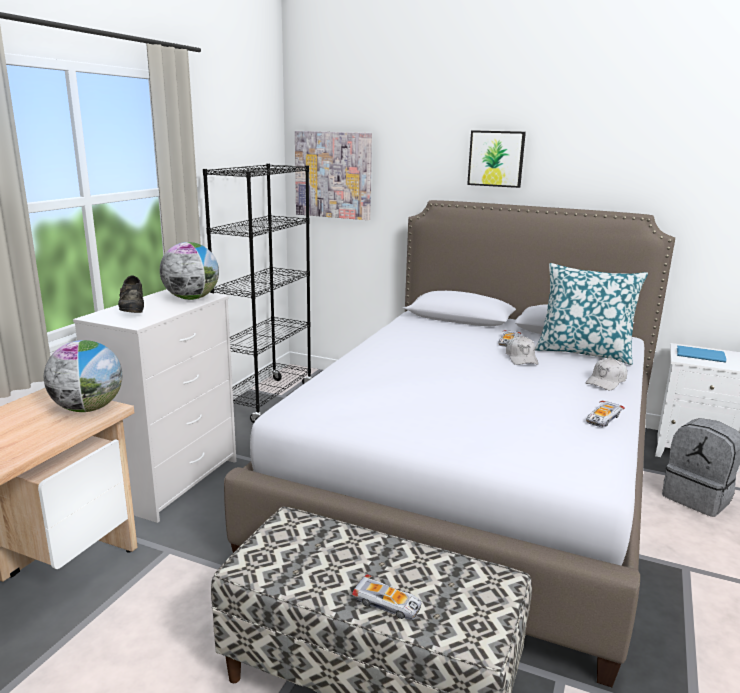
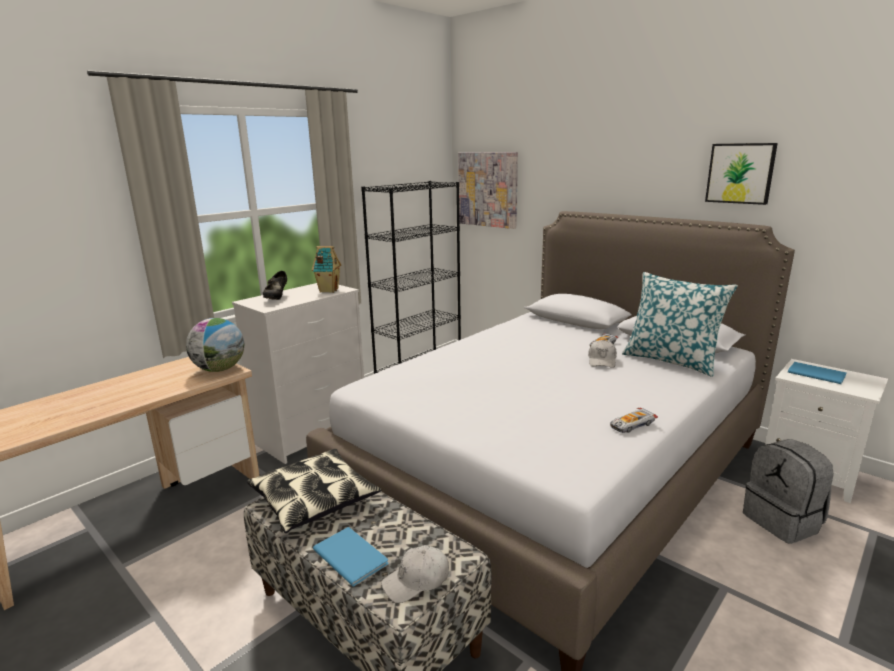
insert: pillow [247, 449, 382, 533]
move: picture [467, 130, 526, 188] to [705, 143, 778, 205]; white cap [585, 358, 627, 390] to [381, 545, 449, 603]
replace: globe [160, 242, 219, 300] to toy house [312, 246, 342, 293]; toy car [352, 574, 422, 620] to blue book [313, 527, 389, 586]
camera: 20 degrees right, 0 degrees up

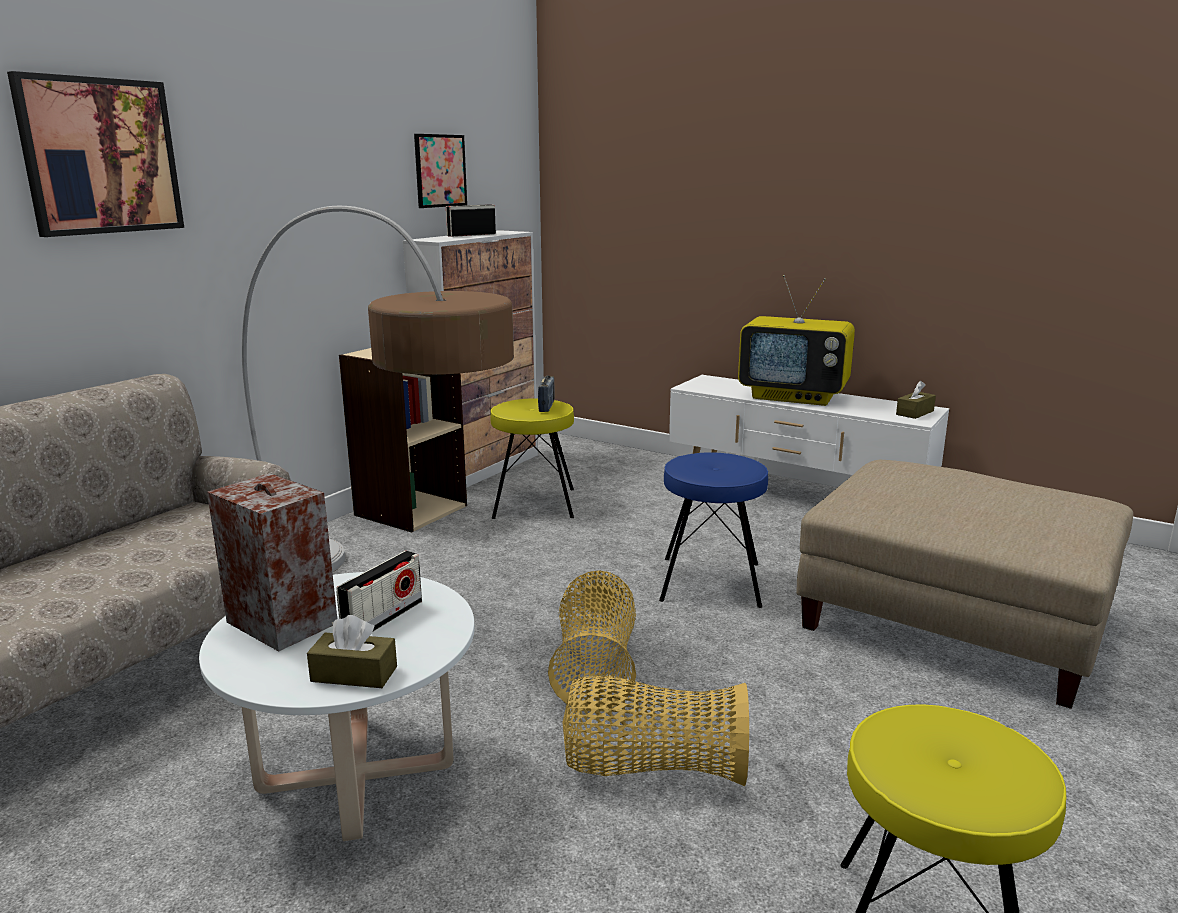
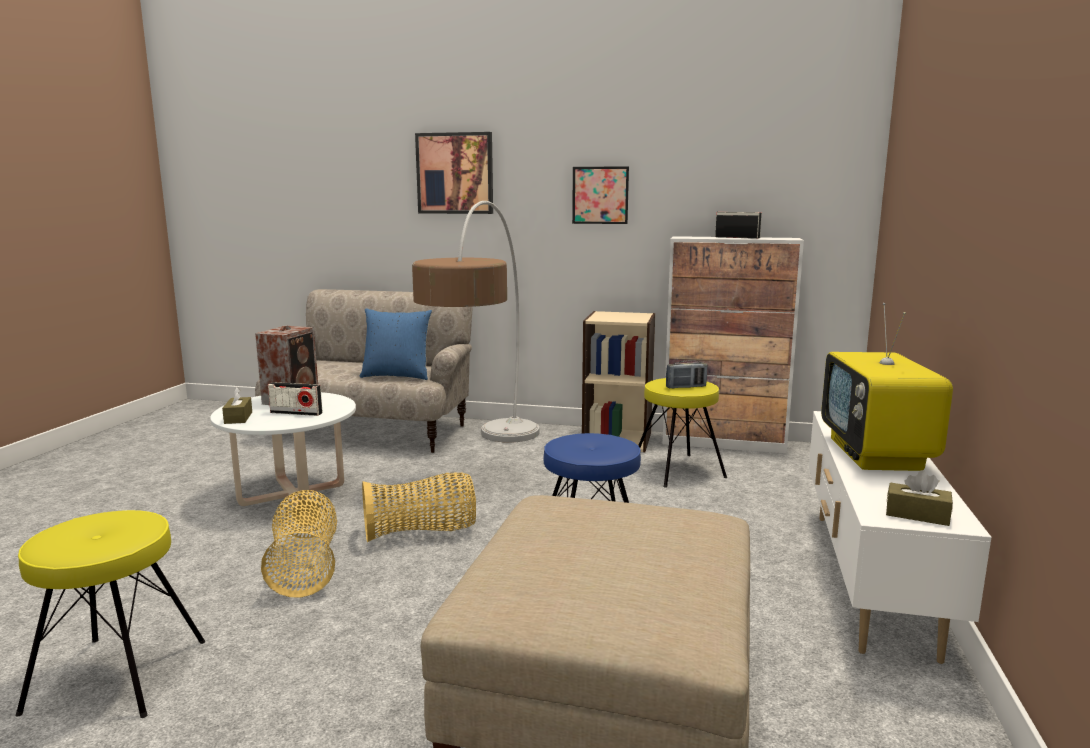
insert: blue pillow [360, 308, 432, 380]
move: picture [414, 134, 467, 208] to [572, 166, 629, 224]
camera: 70 degrees right, 5 degrees down

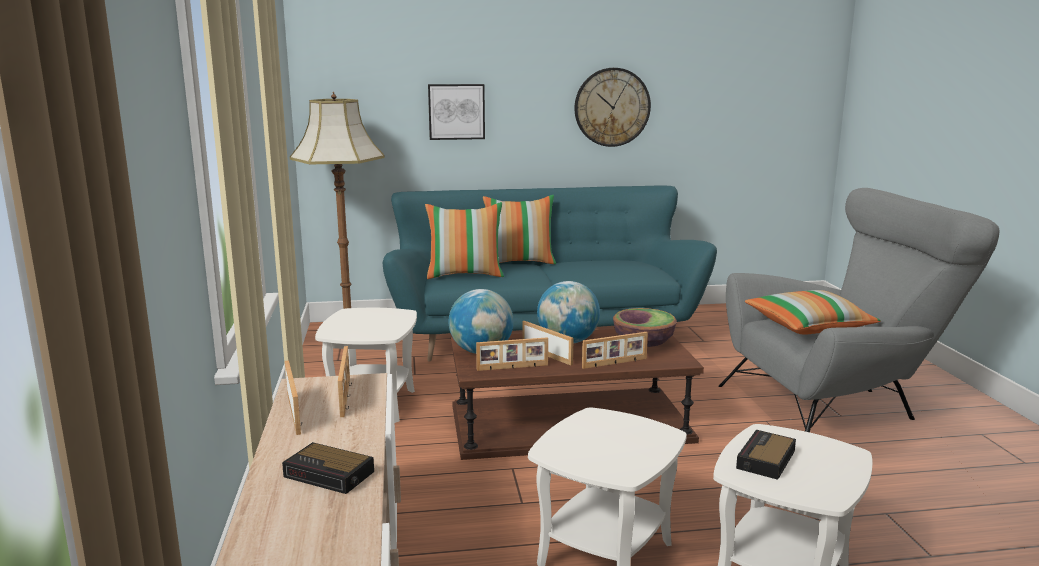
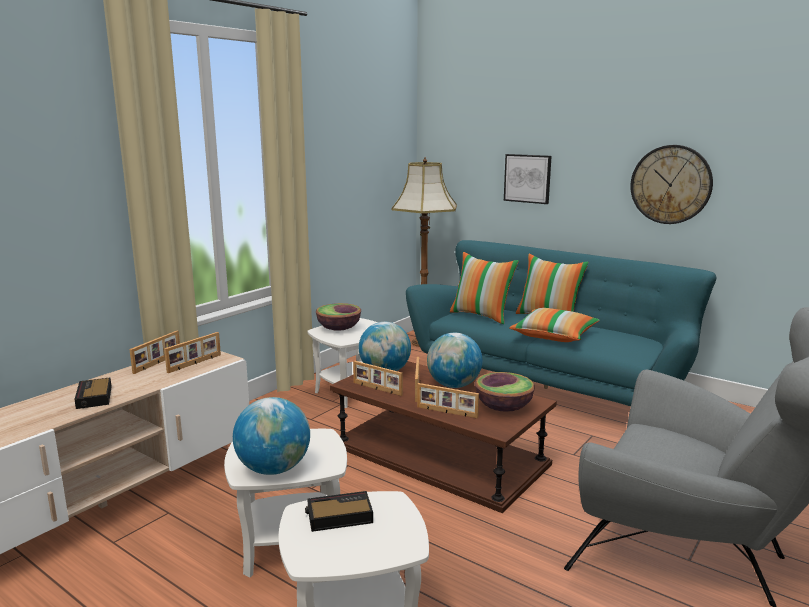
insert: bowl [316, 303, 361, 331]; globe [233, 397, 310, 475]
move: pillow [745, 290, 881, 335] to [509, 308, 600, 342]
camera: 45 degrees right, 0 degrees up

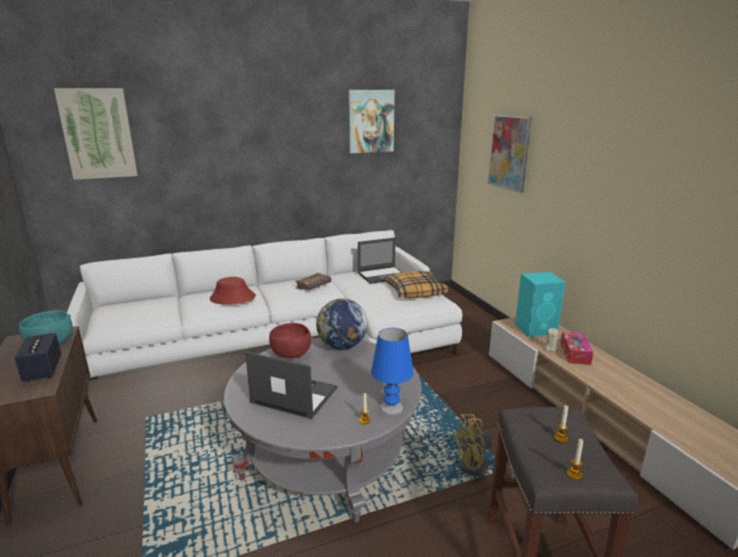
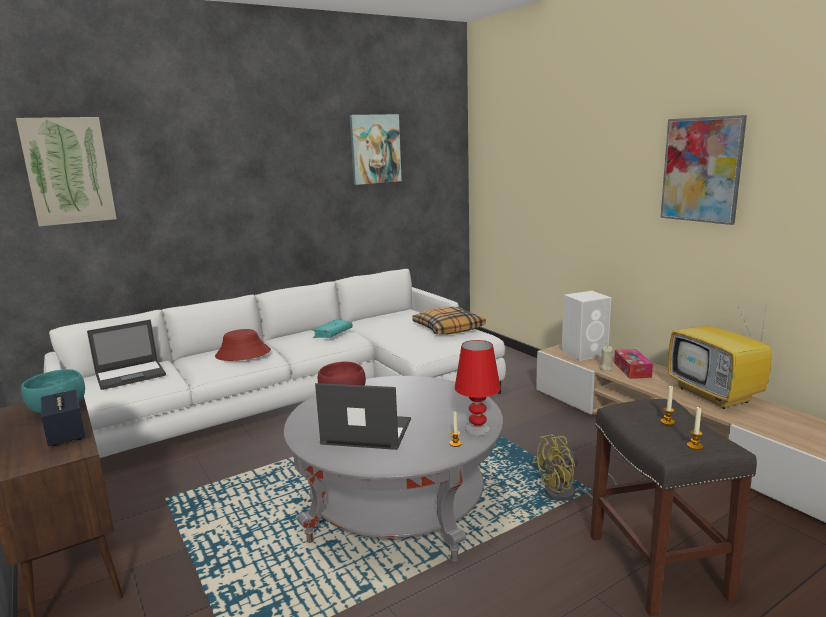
delete: globe [316, 299, 368, 350]
insert: television [668, 294, 772, 409]
move: picture [488, 114, 532, 193] to [660, 115, 747, 225]; laptop [358, 238, 401, 284] to [87, 319, 166, 390]
recolor: turquoise speaker [515, 272, 565, 337] to white speaker [562, 291, 611, 361]; brown book [295, 273, 331, 291] to turquoise book [312, 319, 353, 338]; blue table lamp [371, 328, 414, 415] to red table lamp [455, 340, 501, 436]
camera: 10 degrees left, 5 degrees down

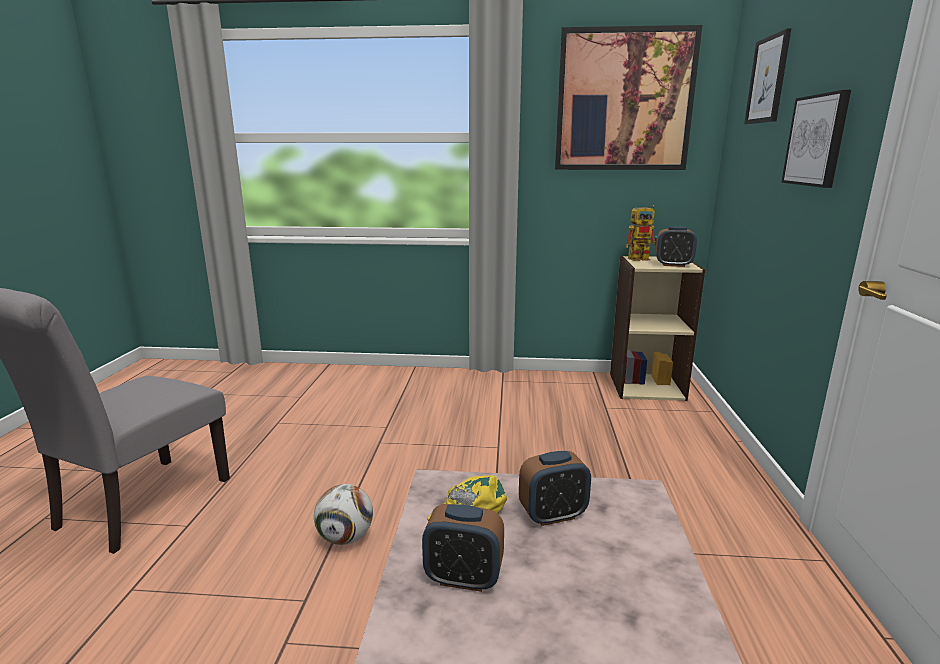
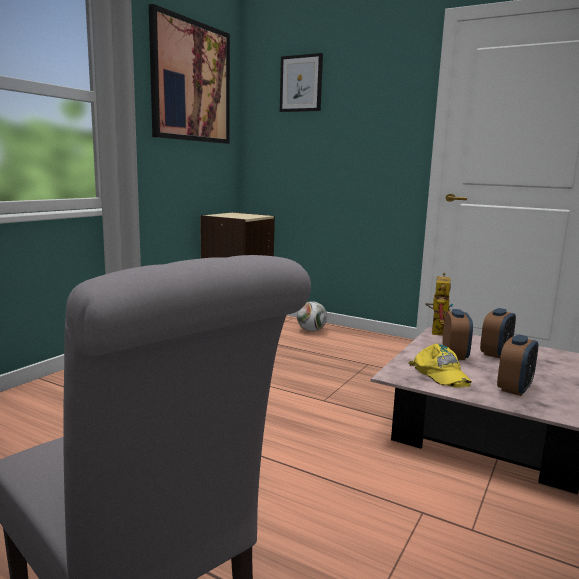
delete: picture [781, 90, 851, 188]
move: toy robot [625, 205, 657, 261] to [425, 273, 453, 336]; alarm clock [655, 226, 697, 267] to [480, 308, 516, 358]; football [314, 484, 373, 545] to [297, 301, 327, 332]
camera: 65 degrees left, 5 degrees down

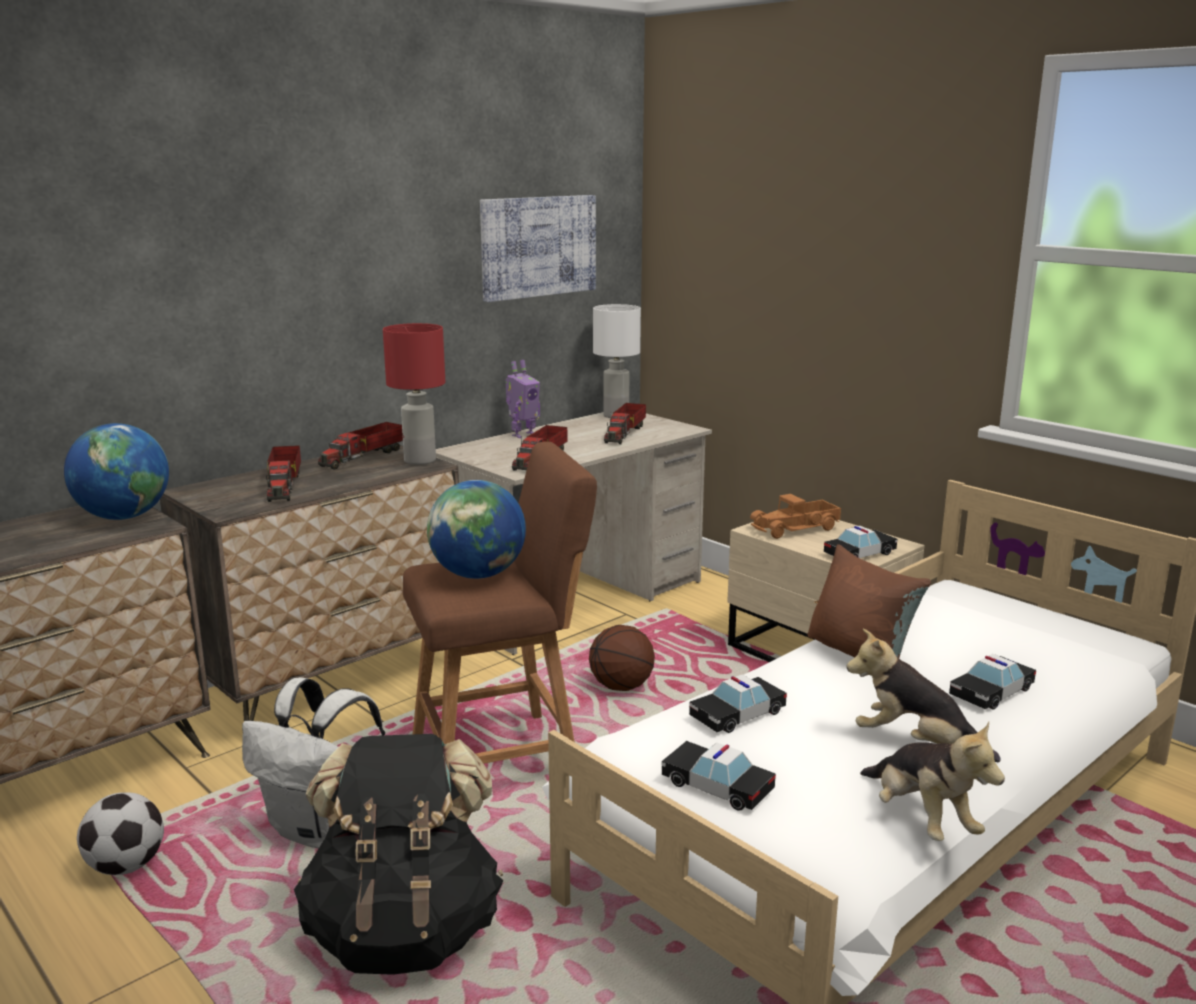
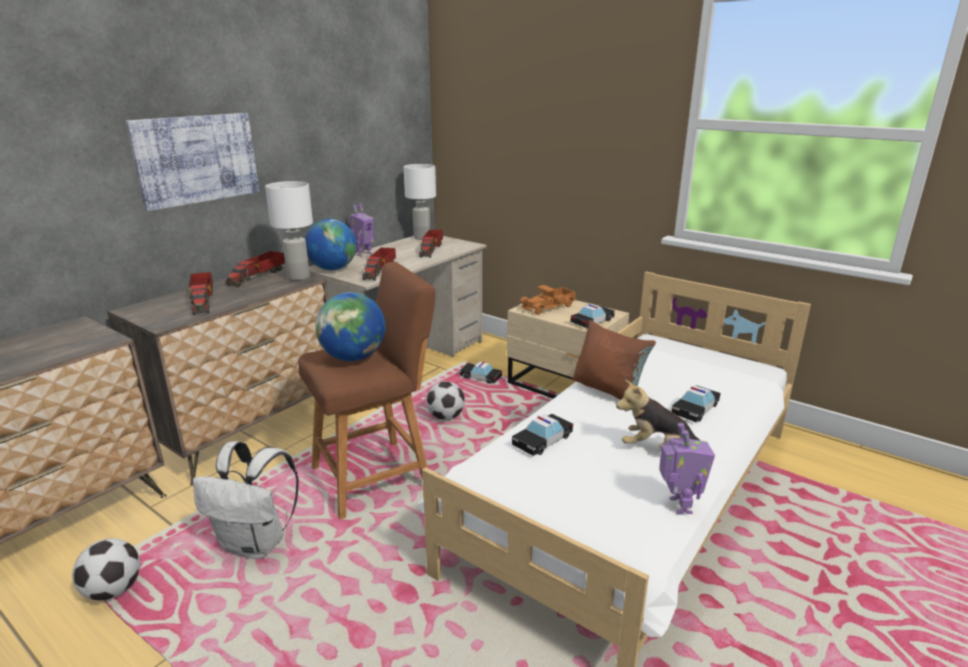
delete: black backpack [294, 734, 503, 975]
move: picture [480, 195, 596, 302] to [125, 113, 259, 211]; globe [64, 423, 169, 520] to [305, 219, 357, 270]; toy car [662, 741, 776, 811] to [460, 362, 502, 384]
replace: basketball [589, 625, 655, 691] to football [426, 381, 465, 420]; plush toy [860, 722, 1005, 841] to toy robot [659, 423, 715, 514]
recolor: red table lamp [383, 323, 445, 465] to white table lamp [265, 181, 313, 281]
camera: 10 degrees left, 5 degrees up

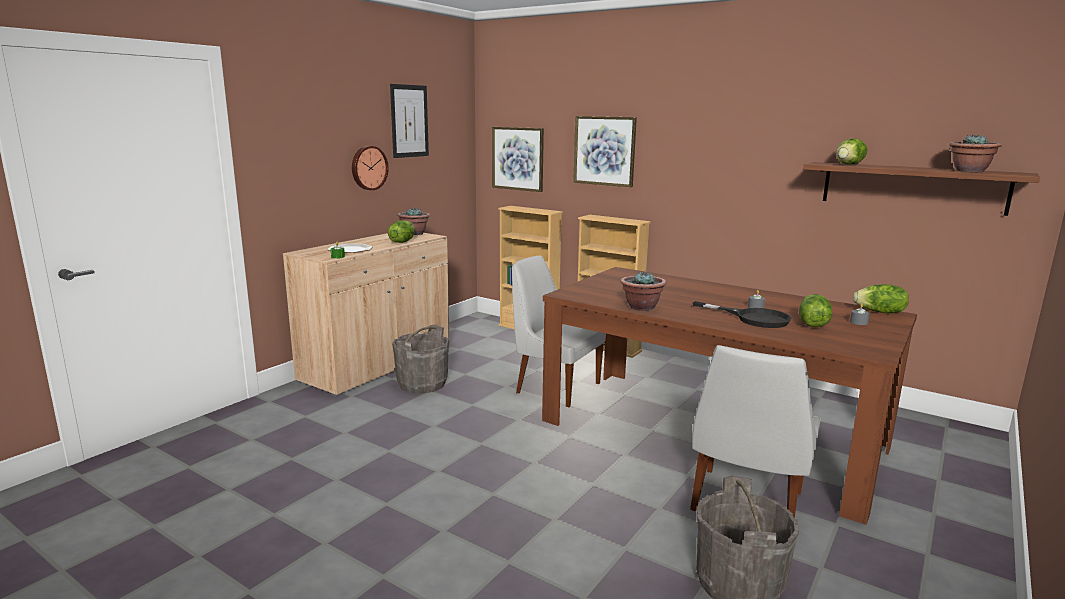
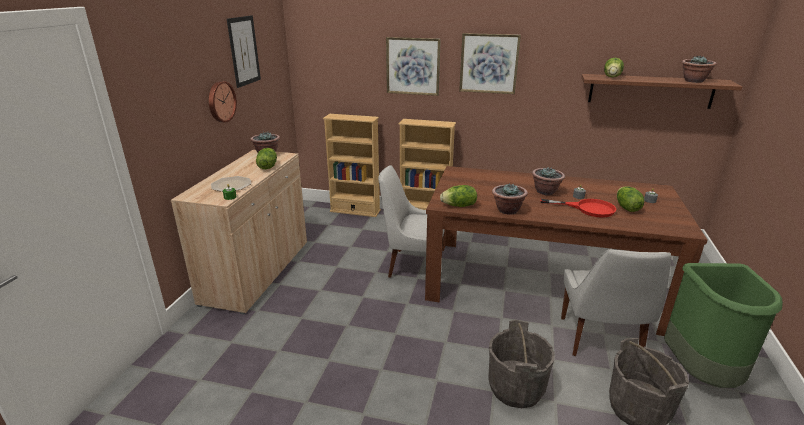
insert: potted plant [532, 167, 565, 195]; green trash can [664, 263, 783, 388]
move: picture [492, 127, 544, 192] to [459, 33, 521, 94]; lettuce [853, 284, 909, 313] to [440, 185, 477, 207]; grey bucket [392, 325, 449, 394] to [488, 320, 555, 408]
recolor: black frying pan [693, 301, 791, 328] to red frying pan [540, 199, 616, 218]
camera: 20 degrees left, 10 degrees up

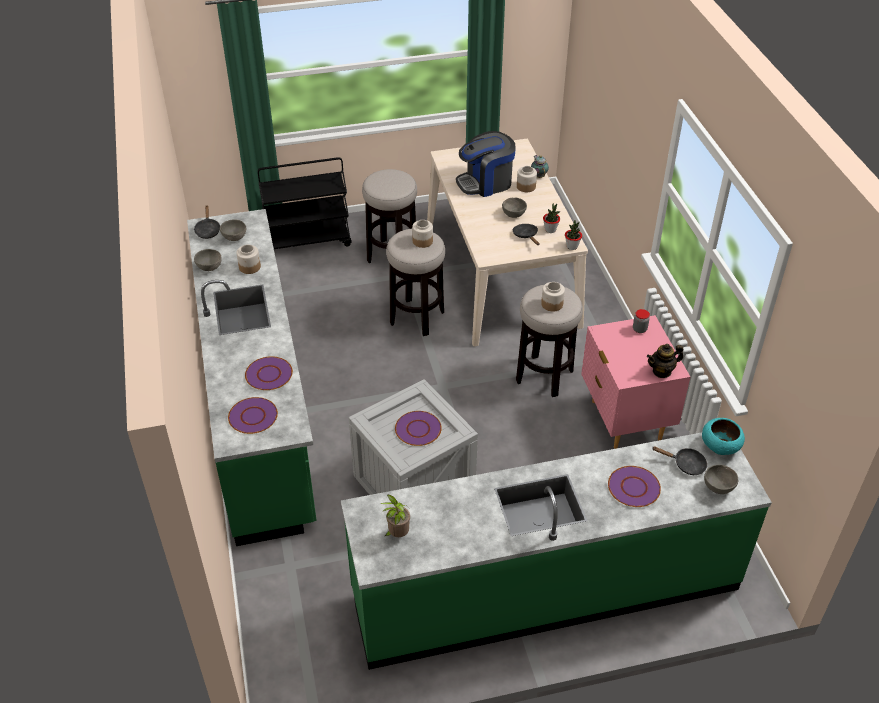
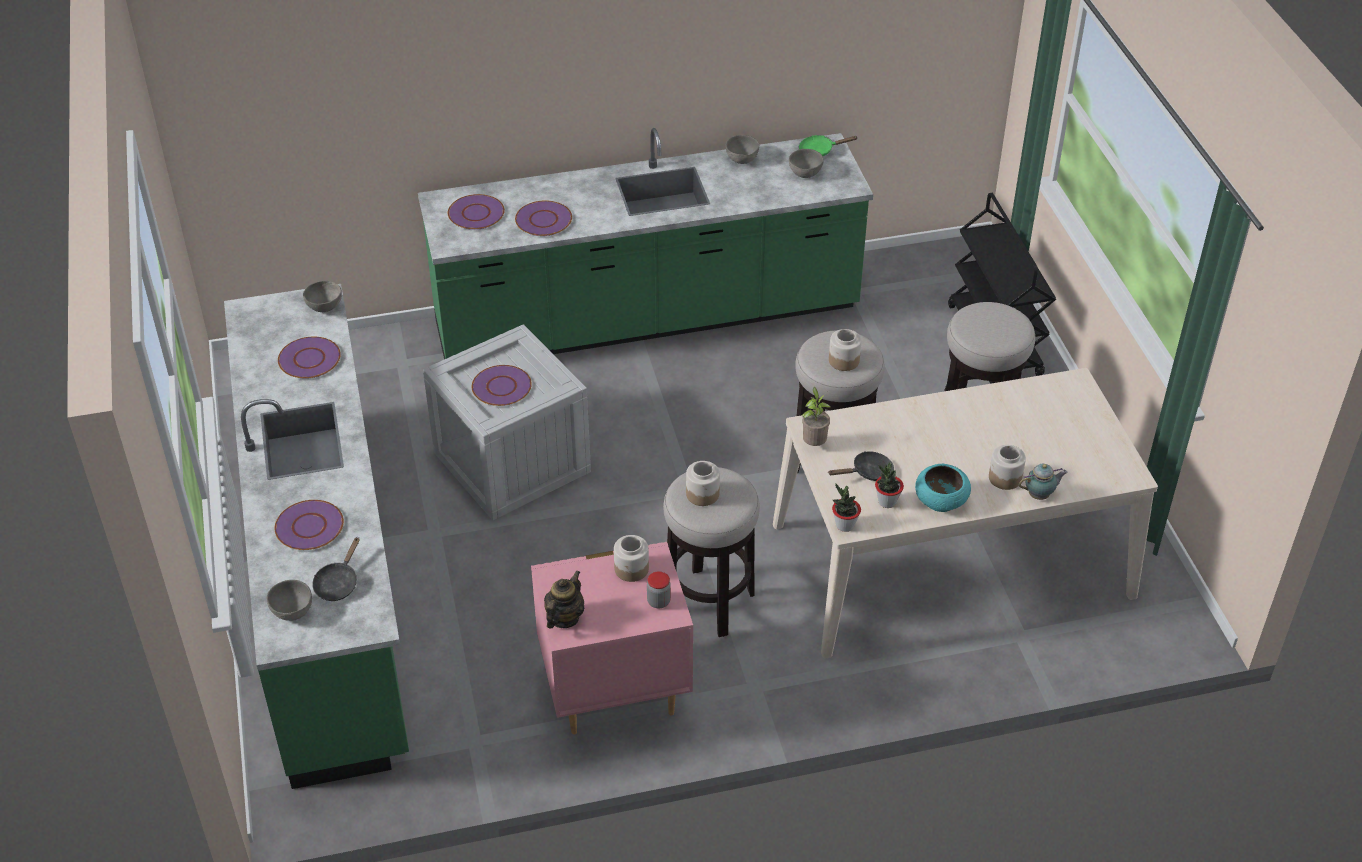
delete: coffee machine [456, 131, 516, 197]
insert: purple plate [278, 337, 341, 379]
move: grey bowl [502, 198, 527, 218] to [303, 281, 342, 312]; jar [236, 245, 261, 274] to [614, 535, 649, 582]; turquoise bowl [702, 418, 745, 455] to [915, 464, 971, 512]; potted plant [380, 494, 410, 537] to [802, 387, 831, 446]
recolor: black frying pan [194, 206, 220, 239] to green frying pan [799, 135, 858, 156]
rotate: teapot [647, 344, 683, 378] = [544, 570, 585, 629] 45 degrees clockwise
camera: 90 degrees right, 0 degrees up

